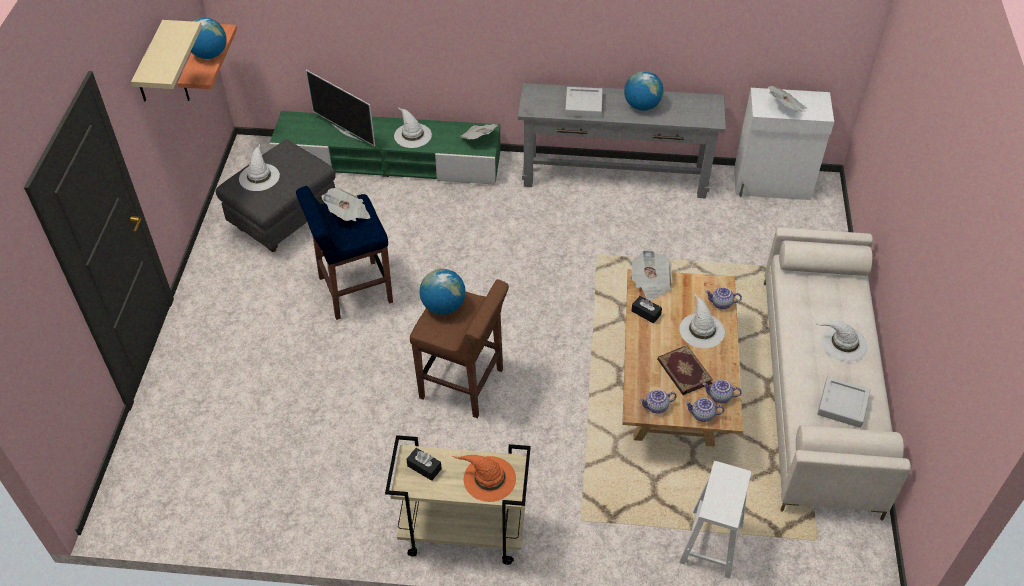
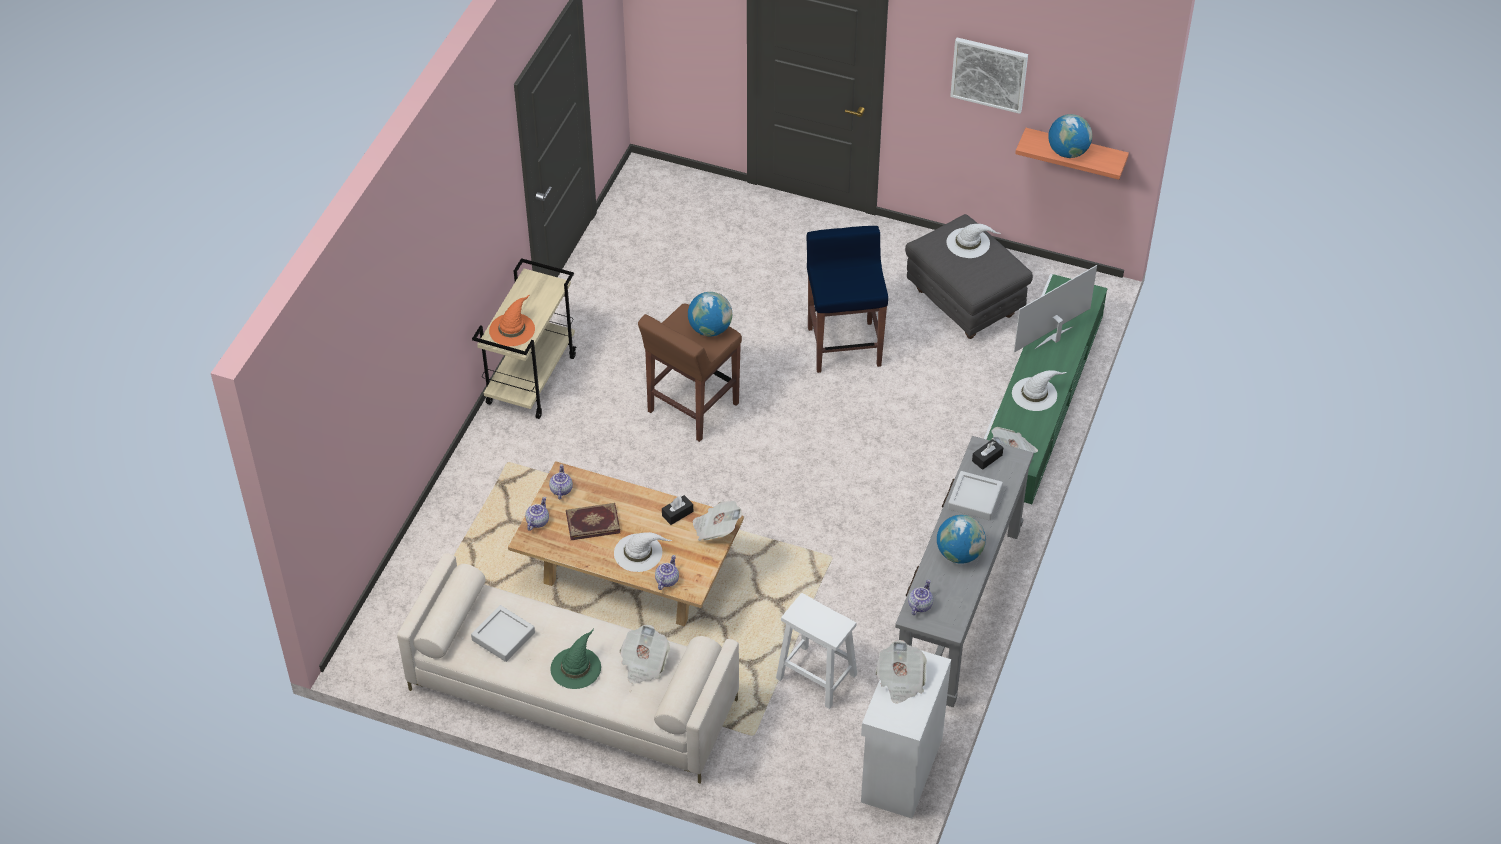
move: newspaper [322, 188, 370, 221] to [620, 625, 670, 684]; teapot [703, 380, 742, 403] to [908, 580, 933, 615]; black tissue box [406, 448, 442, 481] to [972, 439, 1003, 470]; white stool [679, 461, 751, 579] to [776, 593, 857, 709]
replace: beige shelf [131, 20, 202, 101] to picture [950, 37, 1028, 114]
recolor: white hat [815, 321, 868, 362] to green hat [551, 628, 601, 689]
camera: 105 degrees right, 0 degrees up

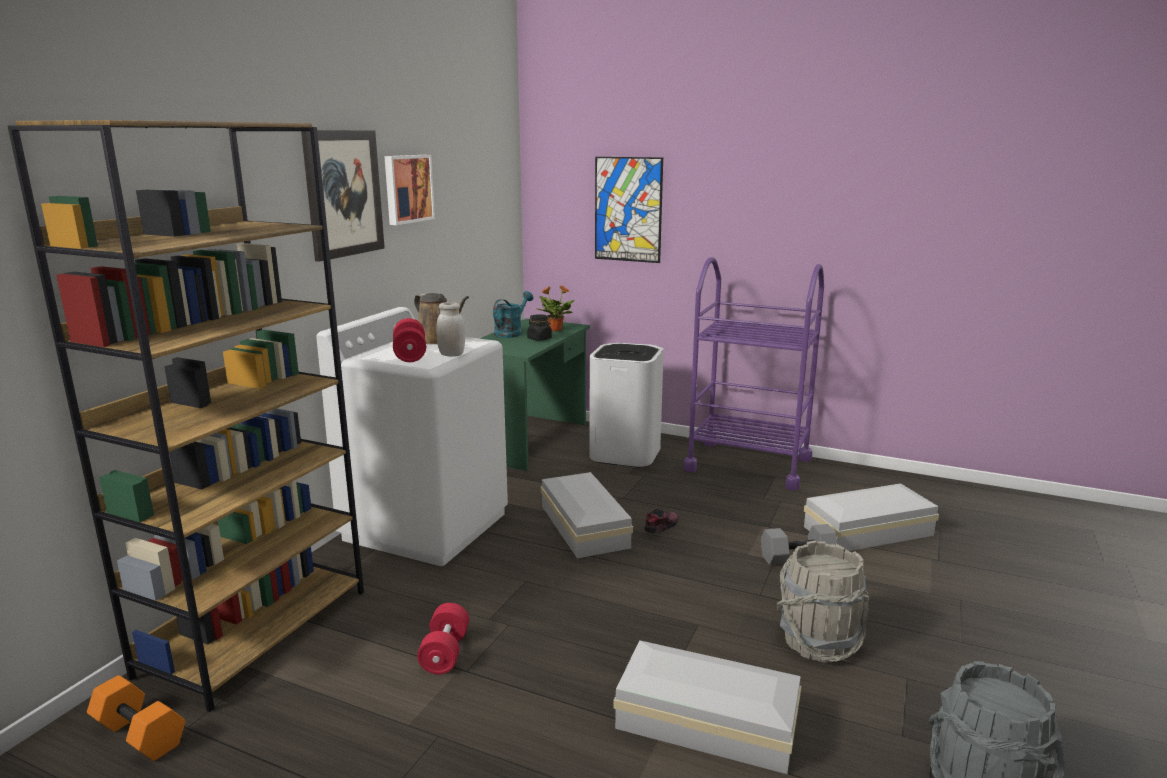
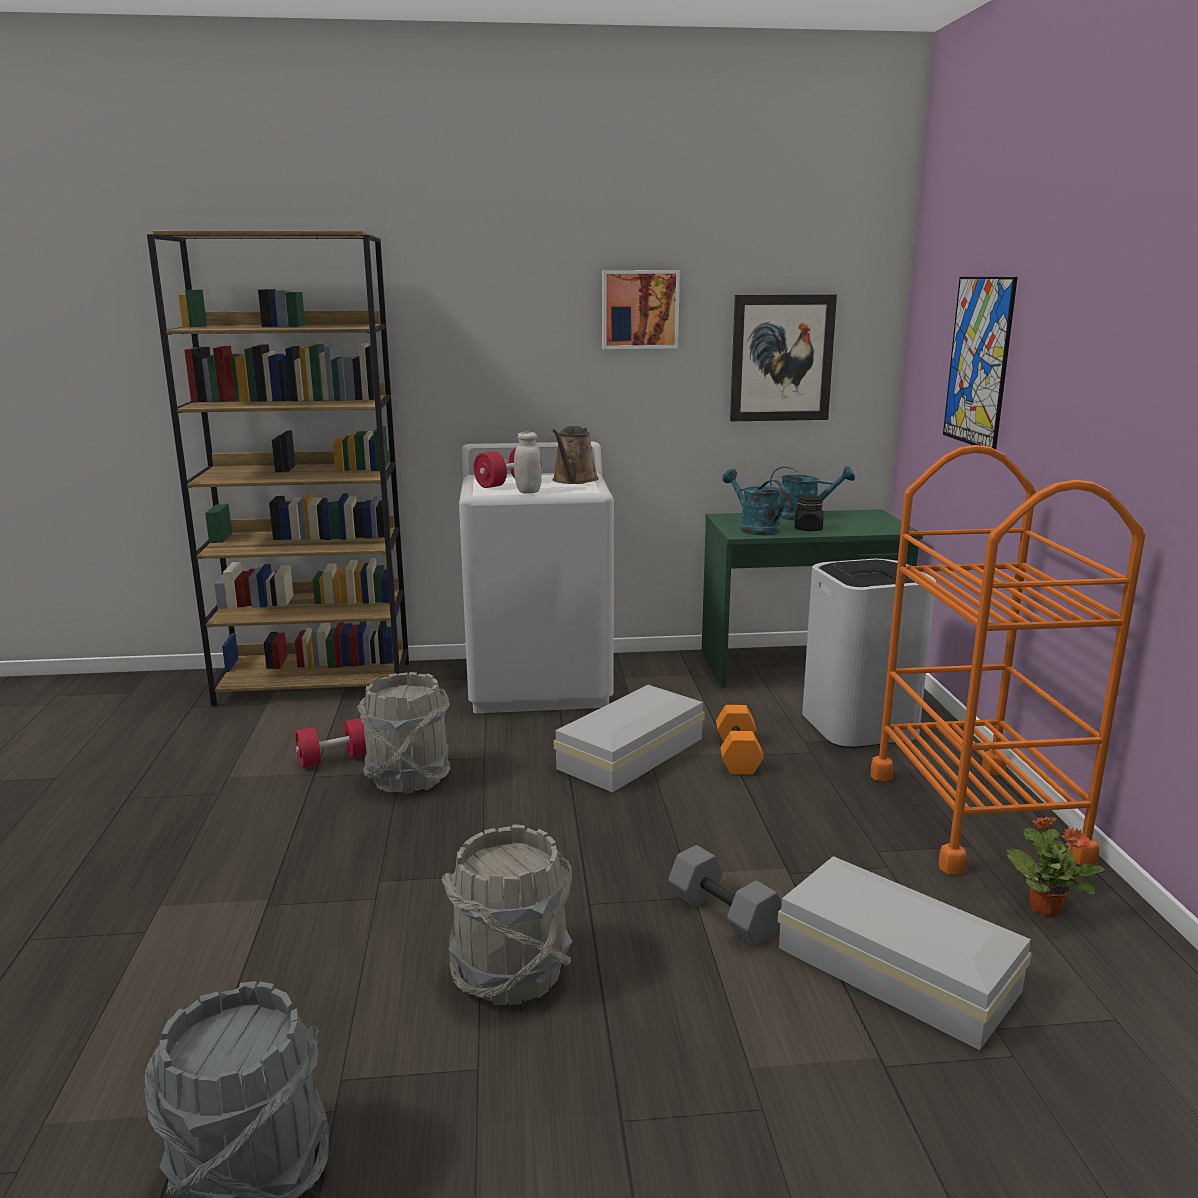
delete: shoe [645, 508, 679, 534]; white storage box [613, 640, 801, 774]
insert: turquoise watering can [723, 469, 786, 536]; grey bucket [357, 672, 451, 794]
move: picture [301, 130, 385, 262] to [730, 294, 837, 421]; potted plant [537, 285, 575, 331] to [1006, 816, 1104, 917]; orange dumbbell [87, 675, 186, 761] to [716, 705, 764, 775]
recolor: purple cart [684, 257, 824, 491] to orange cart [870, 445, 1145, 875]
camera: 60 degrees right, 0 degrees up

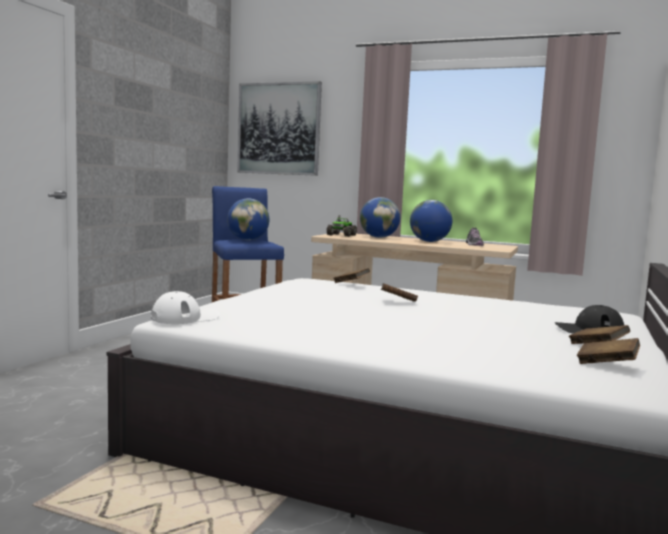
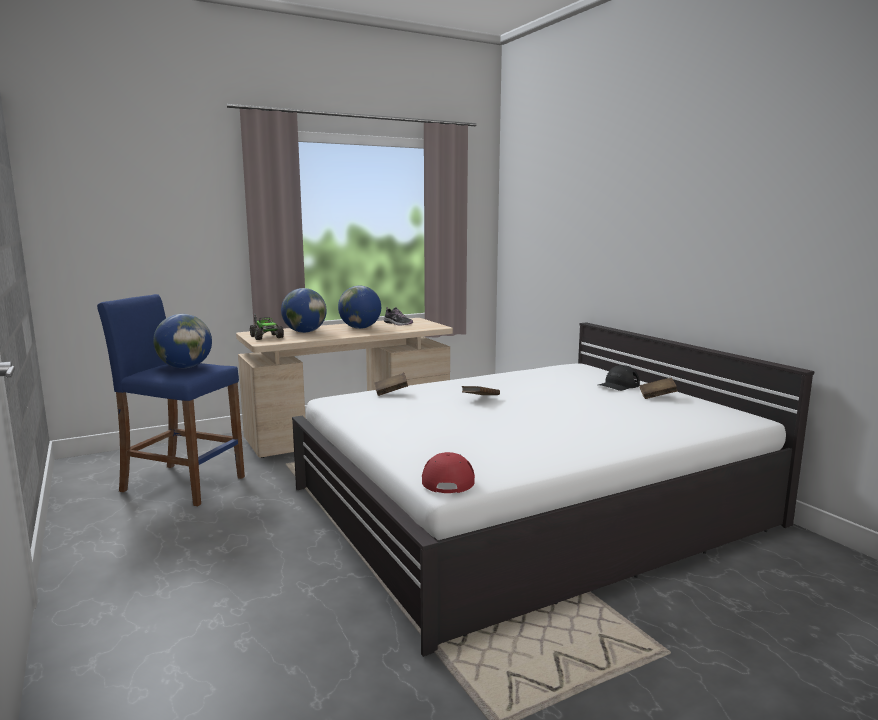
delete: picture [237, 81, 322, 176]; brown book [577, 338, 640, 364]
recolor: white cap [151, 291, 220, 324] to red cap [422, 452, 475, 493]
camera: 50 degrees left, 5 degrees up

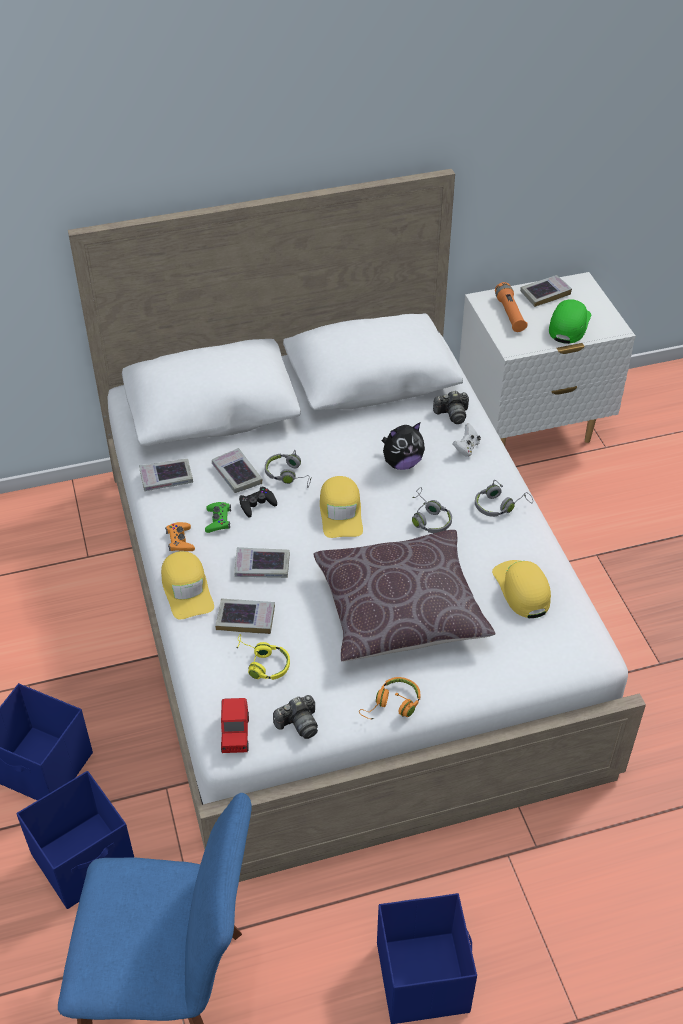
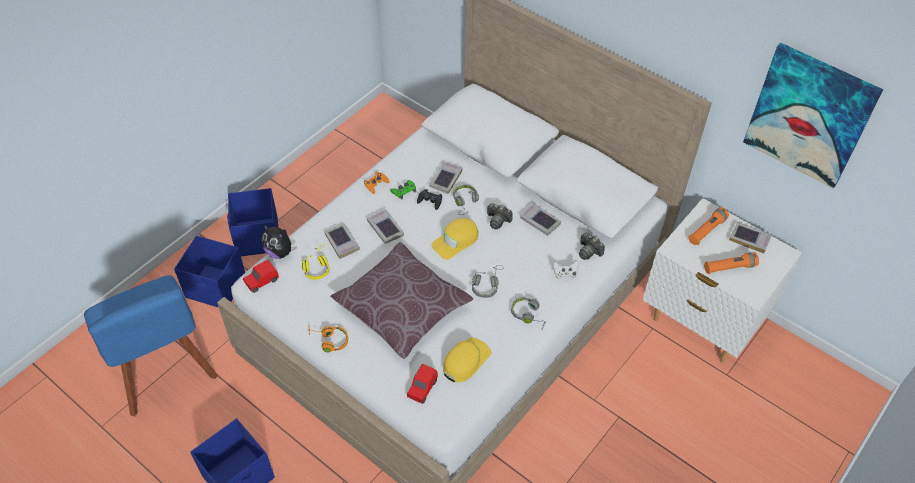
delete: yellow cap [161, 551, 214, 619]
insert: picture [743, 43, 883, 189]; red toy car [407, 364, 438, 404]
move: plush toy [382, 422, 425, 470] to [262, 224, 297, 259]; book [139, 459, 193, 491] to [520, 203, 561, 236]; photo camera [273, 695, 318, 739] to [487, 203, 513, 229]
replace: green cap [549, 299, 591, 344] to orange flashlight [704, 252, 759, 274]
camera: 55 degrees right, 5 degrees up

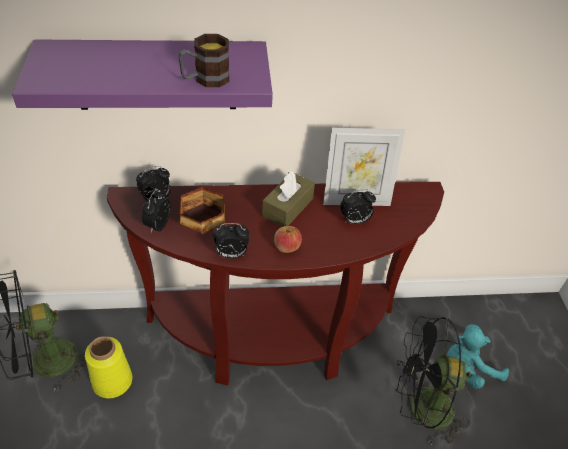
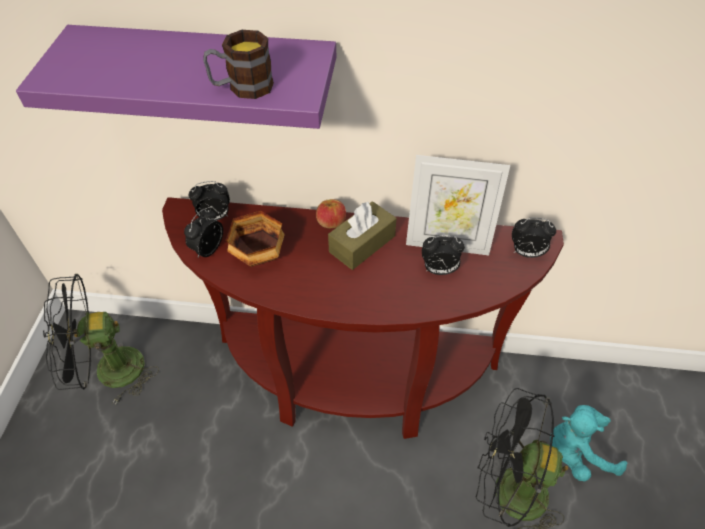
delete: yellow vase [85, 336, 132, 398]
move: alarm clock [213, 223, 249, 259] to [512, 217, 556, 258]; apple [274, 226, 302, 253] to [316, 199, 346, 228]
camera: 15 degrees right, 5 degrees up

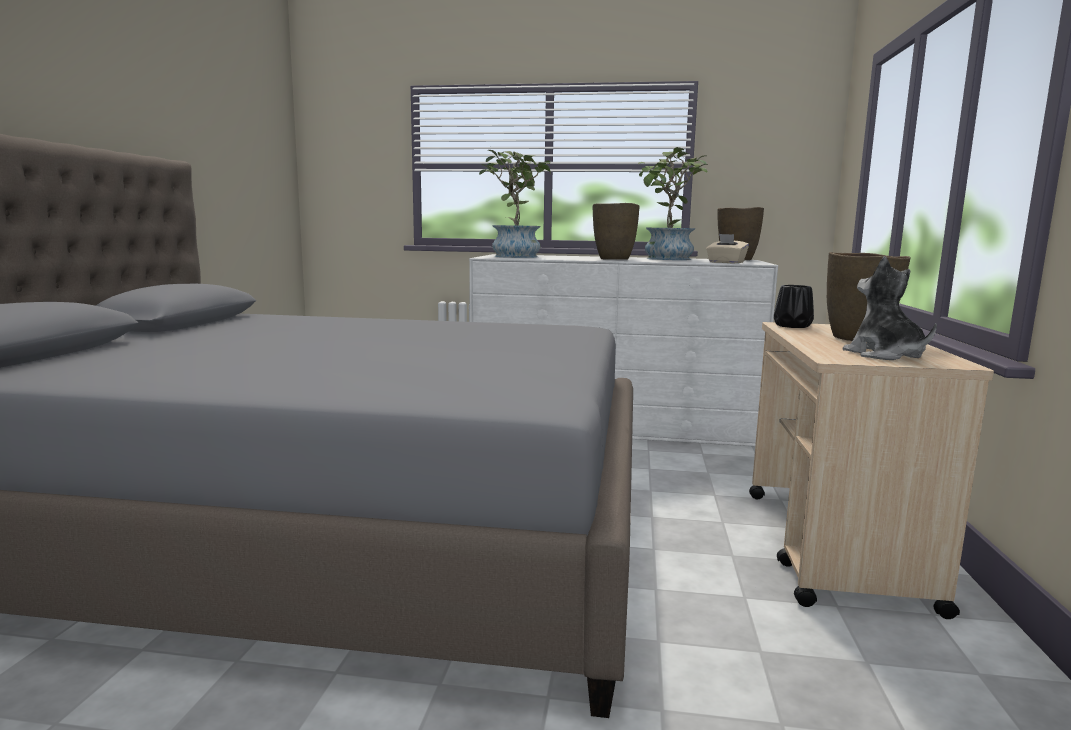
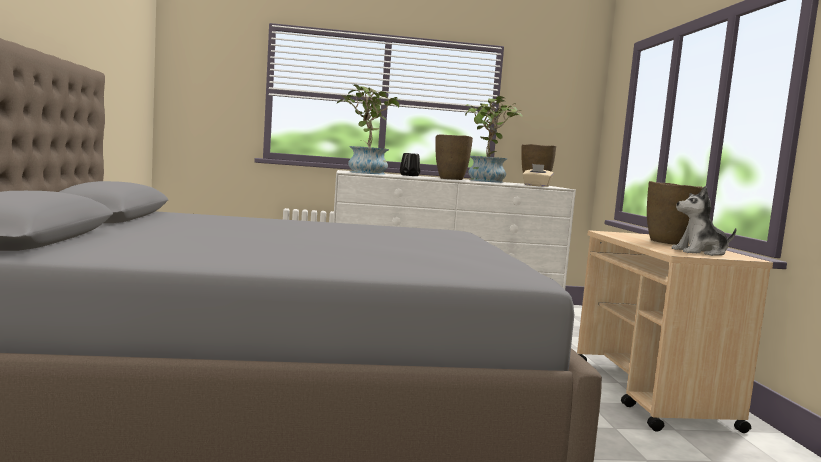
move: black vase [774, 285, 814, 328] to [400, 153, 420, 176]
rotate: plush toy [842, 256, 937, 360] = [672, 186, 736, 256] 60 degrees counterclockwise
camera: 15 degrees left, 5 degrees down

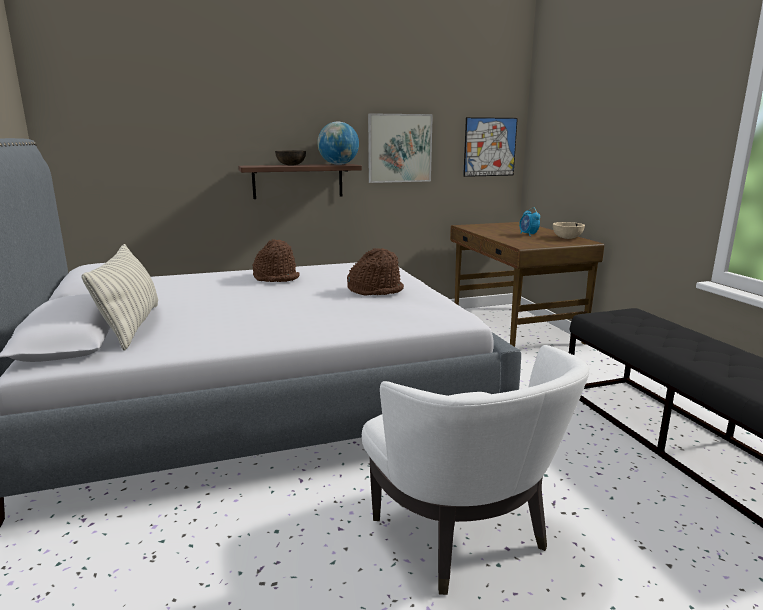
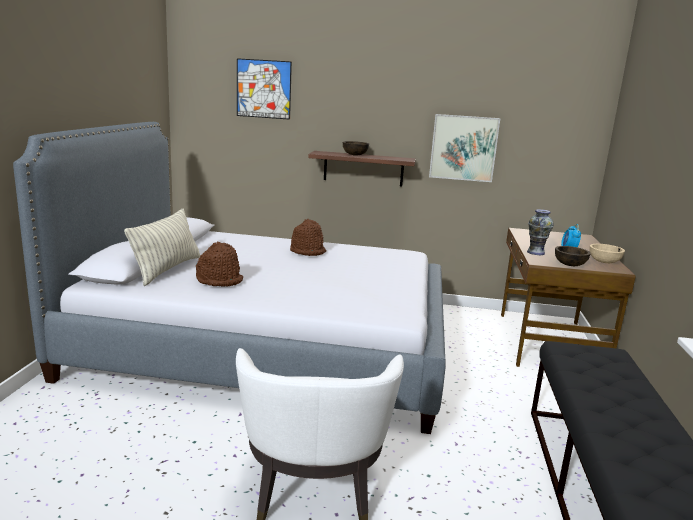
delete: globe [317, 121, 359, 165]
insert: vase [527, 209, 554, 255]; brown bowl [555, 246, 591, 266]
move: picture [463, 117, 518, 177] to [237, 58, 292, 120]; brown hat [347, 248, 404, 296] to [196, 242, 243, 287]
camera: 25 degrees right, 0 degrees up

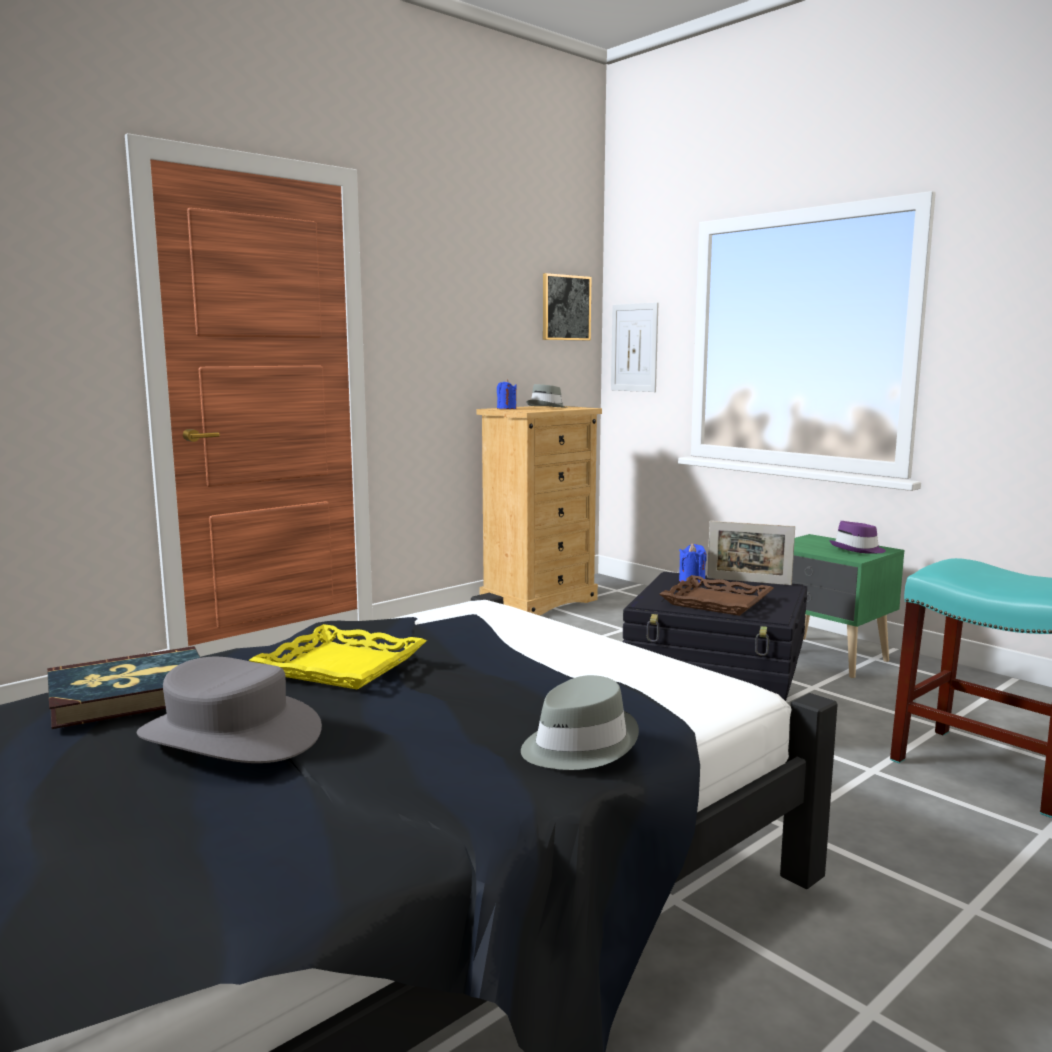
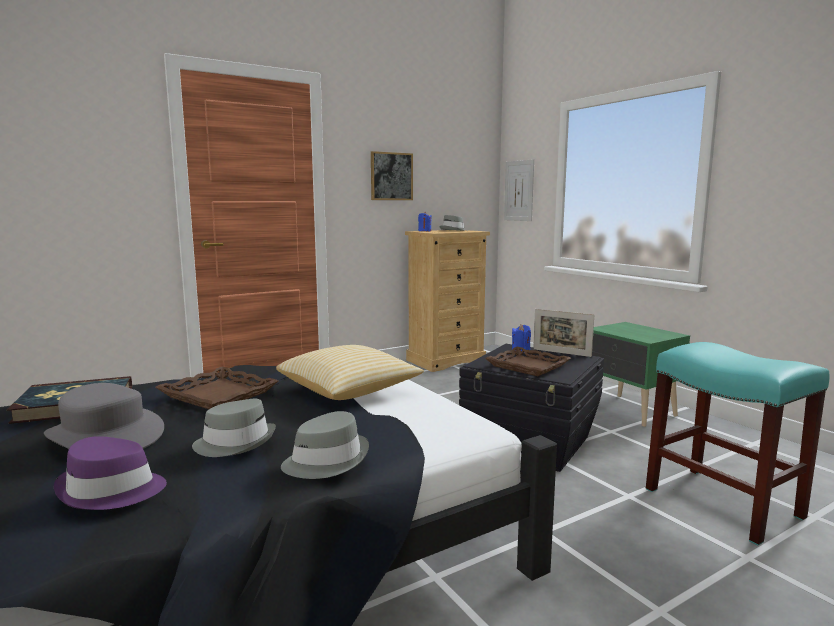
insert: pillow [276, 345, 424, 400]; grey hat [192, 399, 276, 457]
move: picture [543, 273, 592, 340] to [371, 151, 413, 200]; purple hat [829, 521, 886, 554] to [54, 436, 167, 510]
recolor: yellow tray [249, 624, 427, 690] to brown tray [155, 367, 278, 409]
camera: 10 degrees right, 0 degrees up

